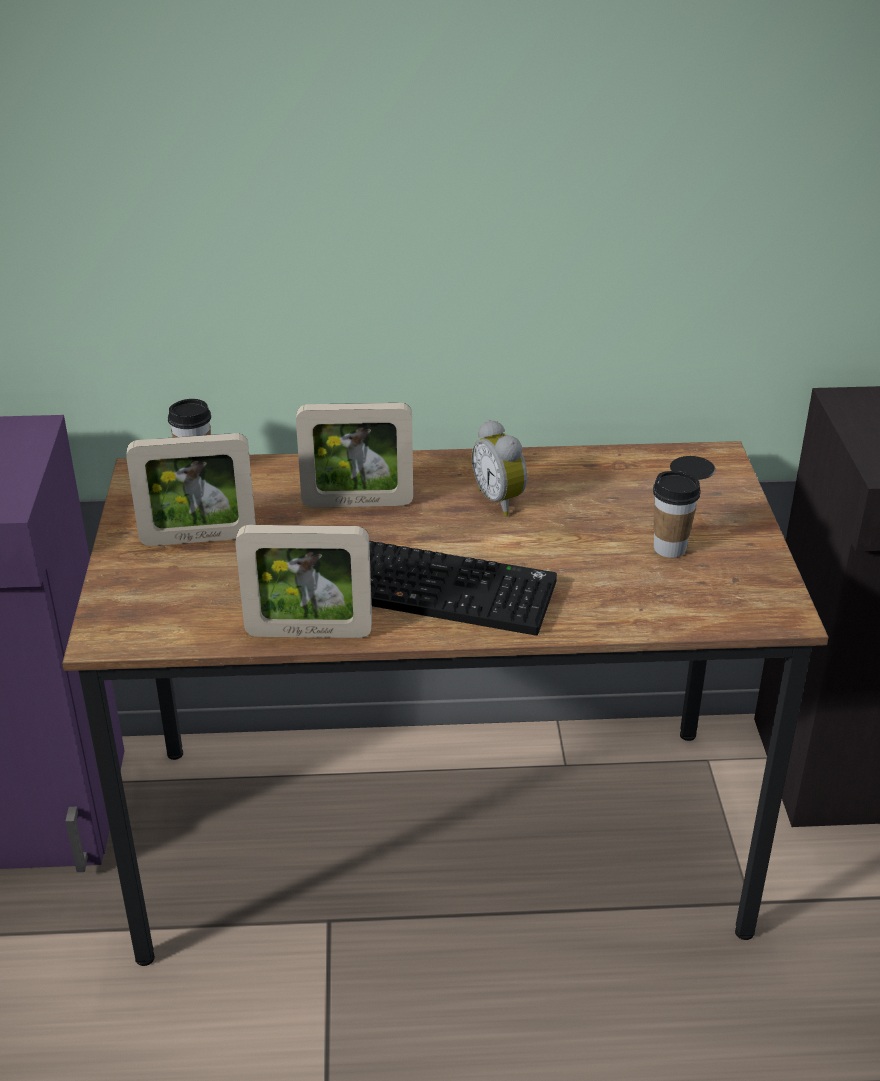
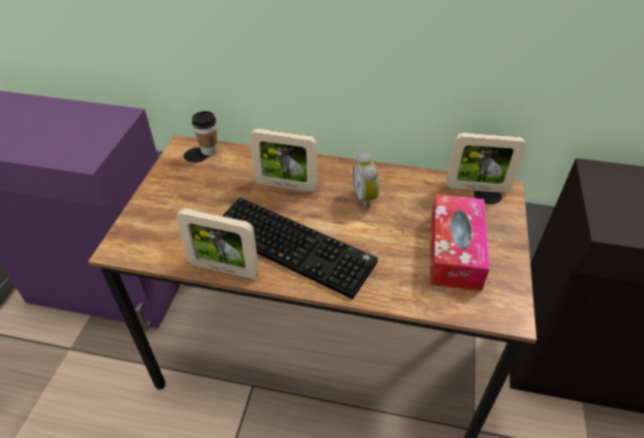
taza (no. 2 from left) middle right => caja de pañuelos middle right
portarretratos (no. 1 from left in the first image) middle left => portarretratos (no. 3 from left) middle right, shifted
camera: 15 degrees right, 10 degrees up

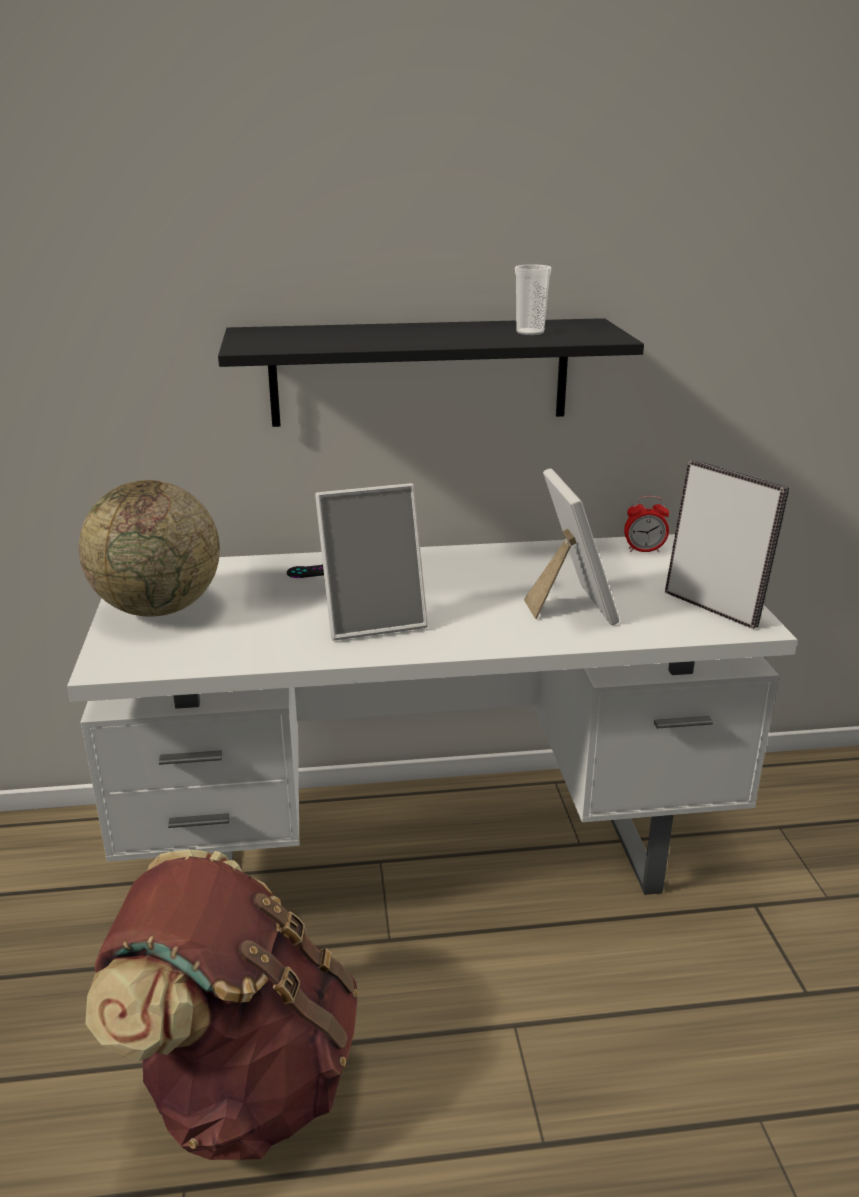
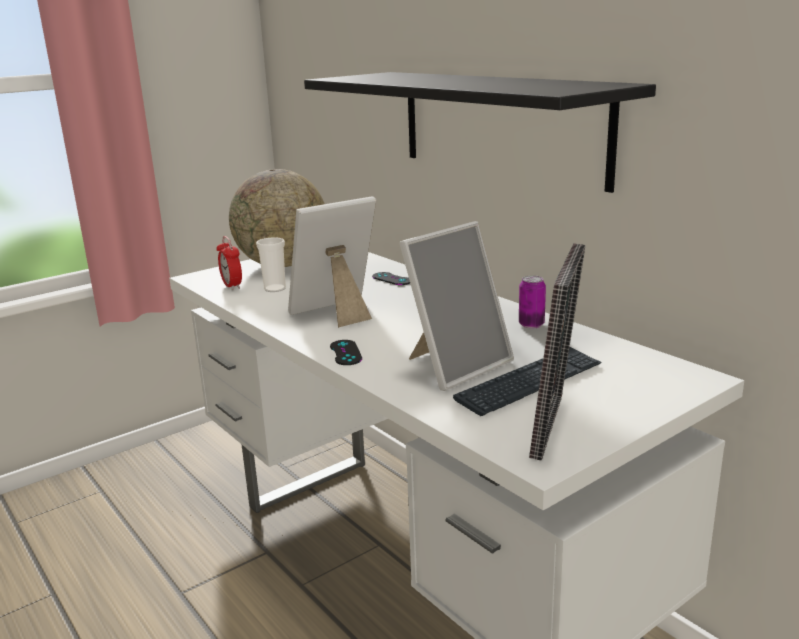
despertador middle right => despertador middle left, shifted
taza top centre => taza centre, shifted
portarretratos (no. 1 from left) centre, 105 degrees clockwise
nothing => mando de consola [negro] (no. 1 from left) centre
nothing => teclado centre
nothing => lata centre
mochila [marrón] bottom left => nothing
camera: 60 degrees right, 5 degrees down

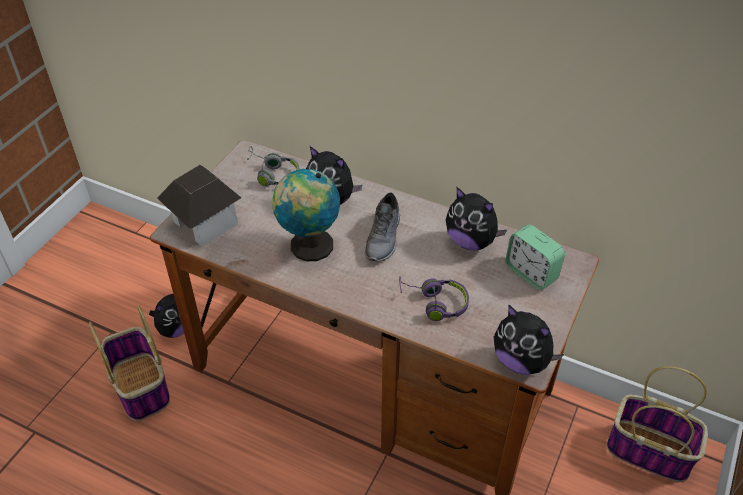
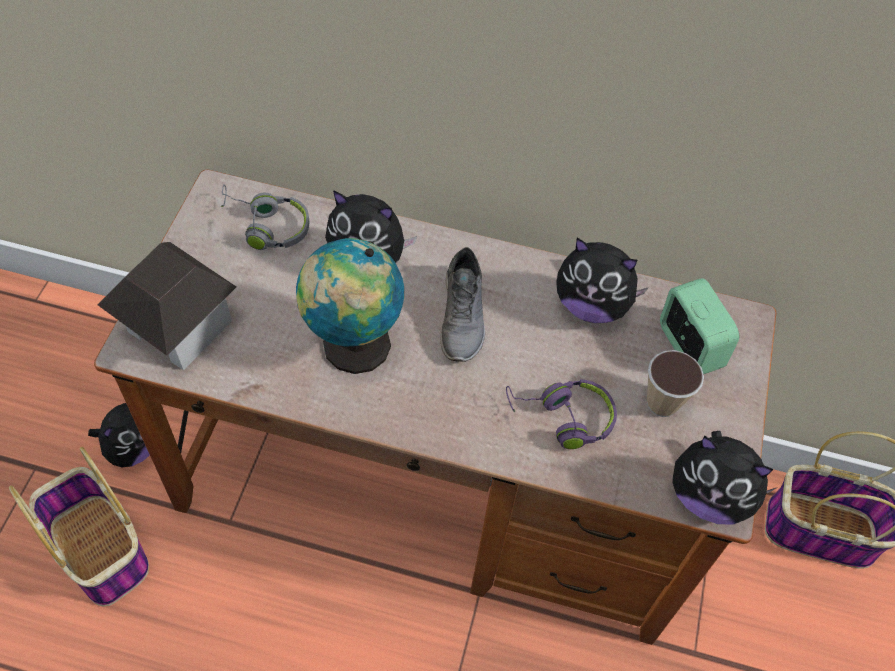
nothing => taza middle right
despertador middle right, 150 degrees counterclockwise
camera: 15 degrees left, 10 degrees up

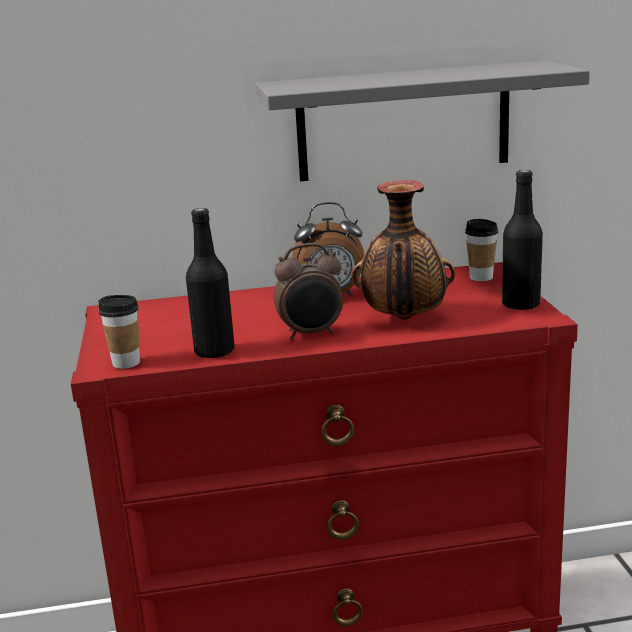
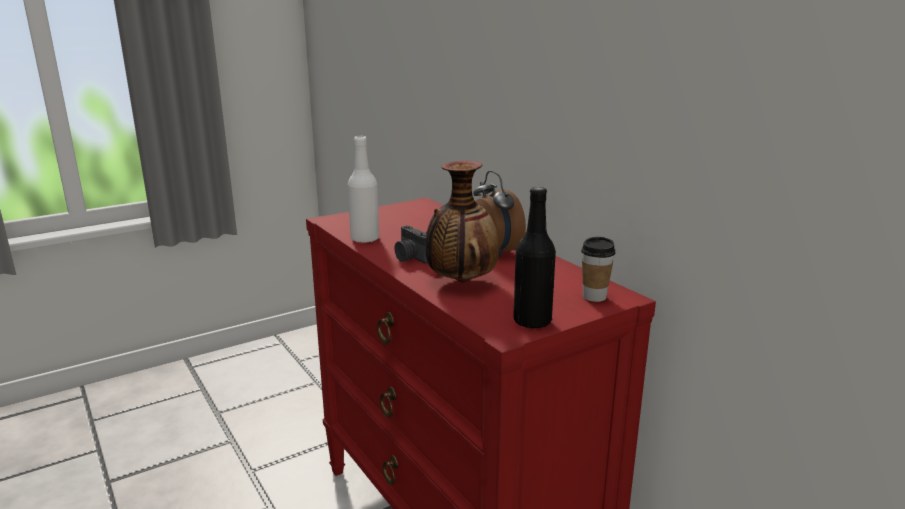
botella [negro] (no. 1 from left) middle left => botella [blanco] centre
despertador (no. 1 from left) centre => cámara centre
taza (no. 1 from left) middle left => nothing
estante [gris] top right => nothing
camera: 65 degrees right, 0 degrees up

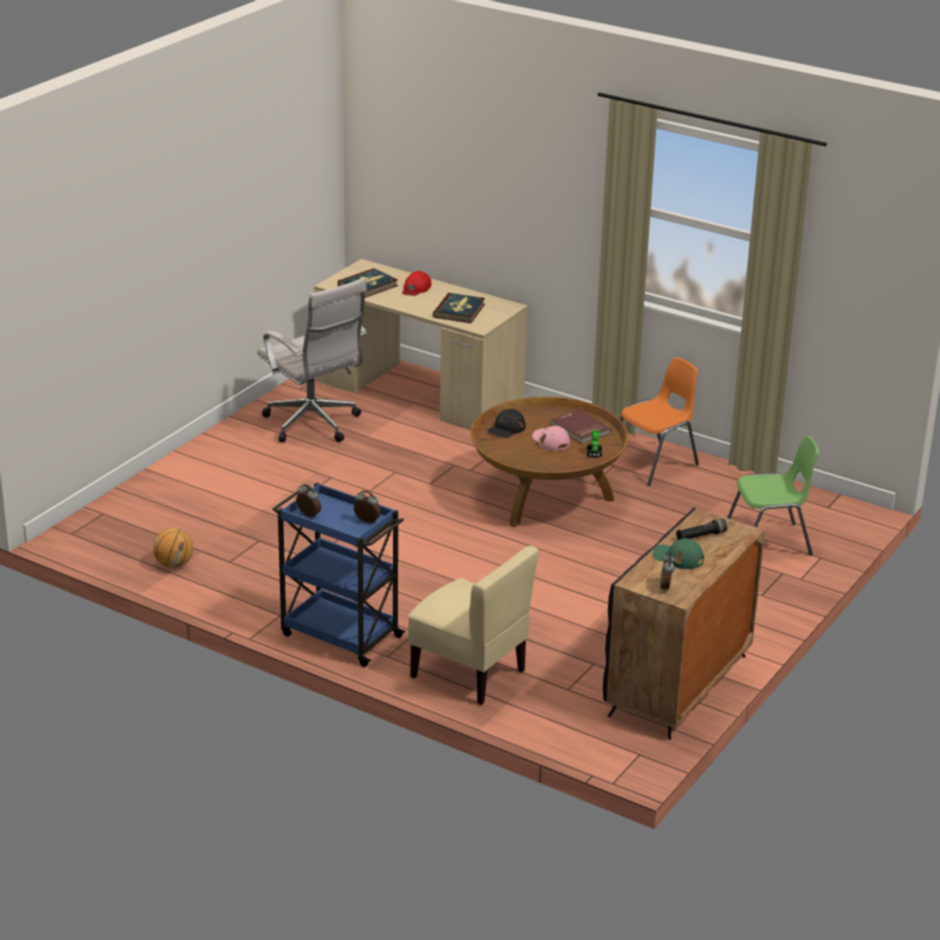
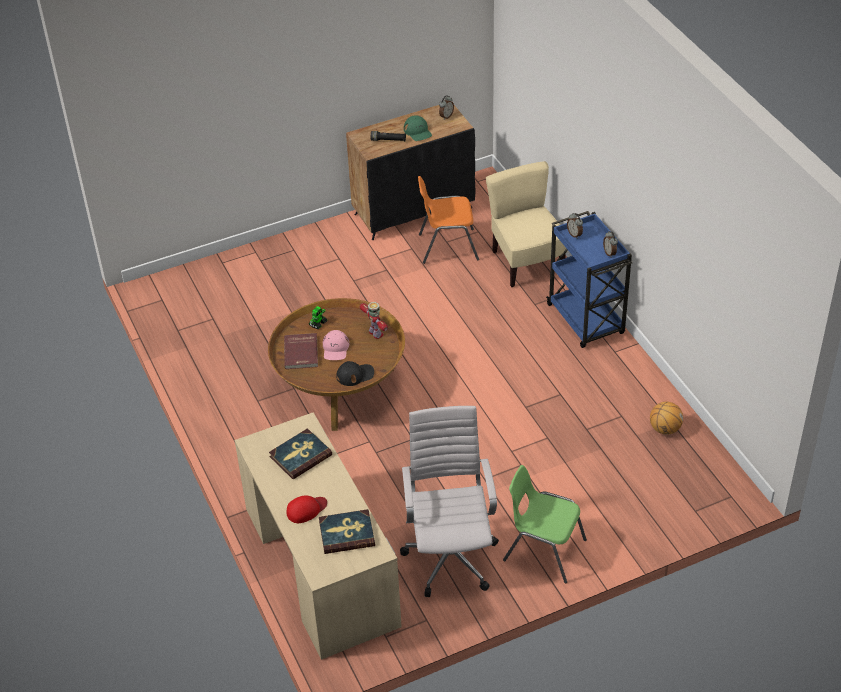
nothing => robot de juguete (no. 2 from left) centre
silla [naranja] middle right => silla [naranja] top centre, shifted
silla [verde] middle right => silla [verde] bottom centre, shifted
camera: 145 degrees left, 15 degrees up

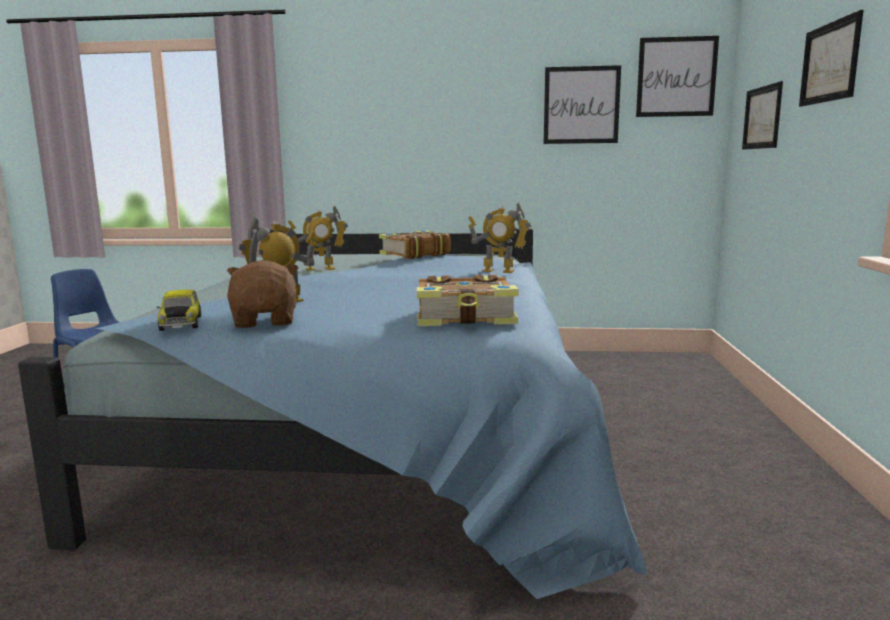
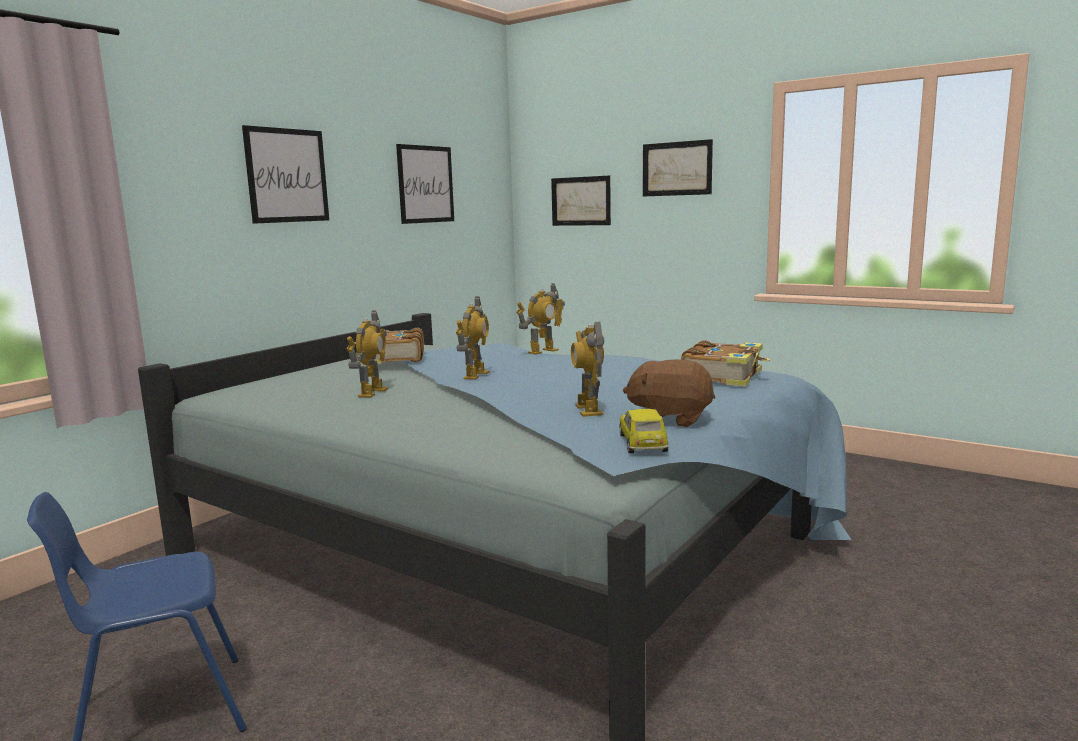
cuadro (no. 2 from left in the first image) top right => cuadro (no. 1 from left) top left, shifted
nothing => robot de juguete (no. 2 from left) centre
coche de juguete middle left => coche de juguete centre, 105 degrees counterclockwise
camera: 60 degrees left, 0 degrees up

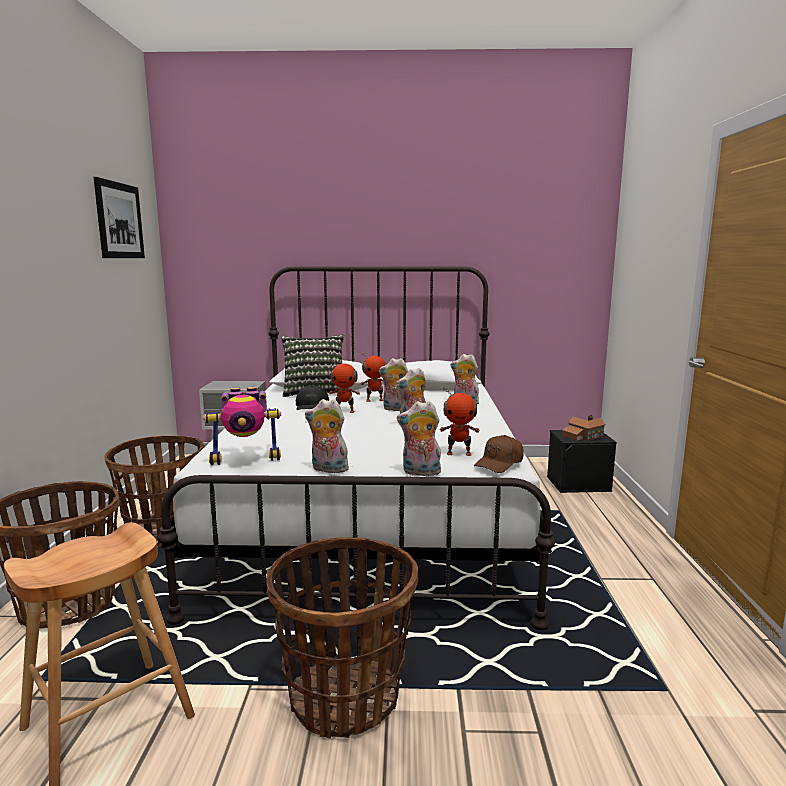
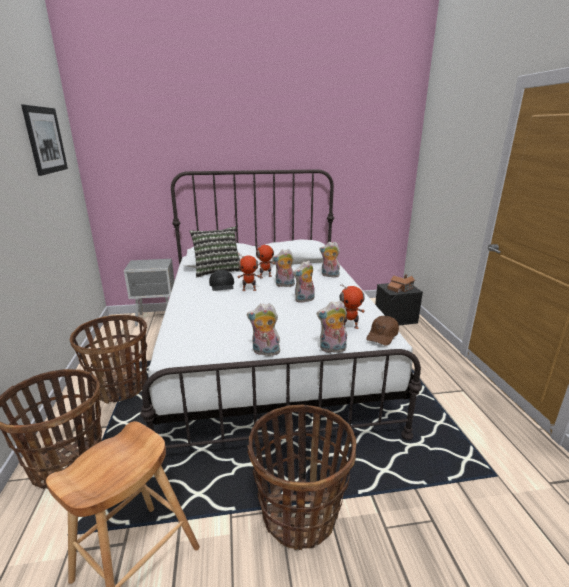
robot de juguete (no. 1 from left) middle left => nothing
camera: 10 degrees left, 10 degrees up

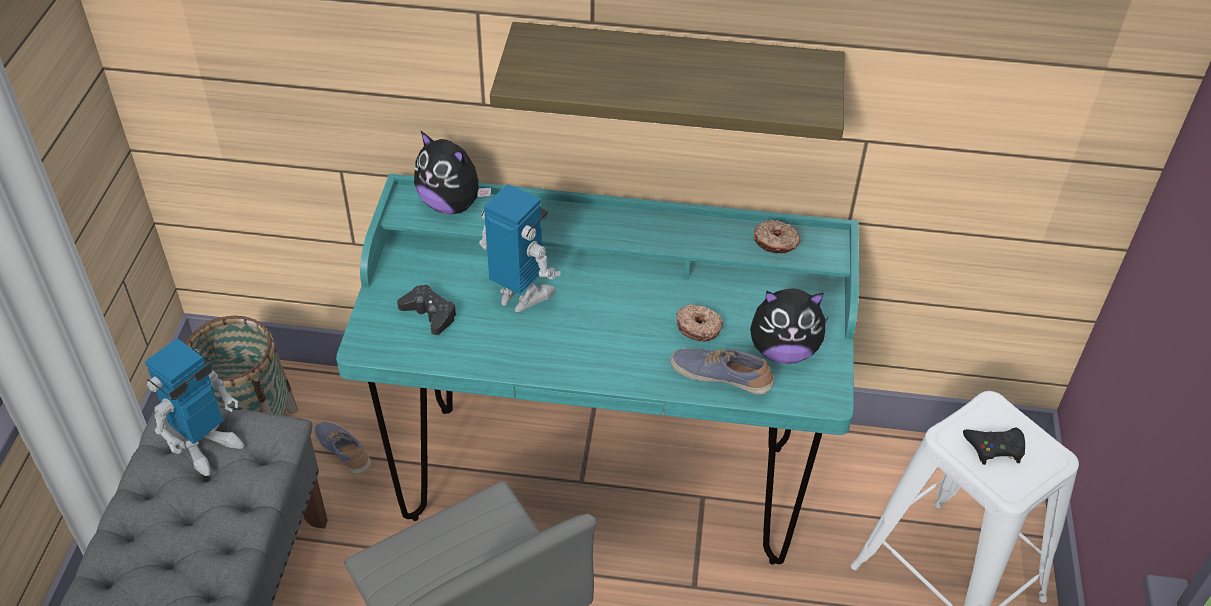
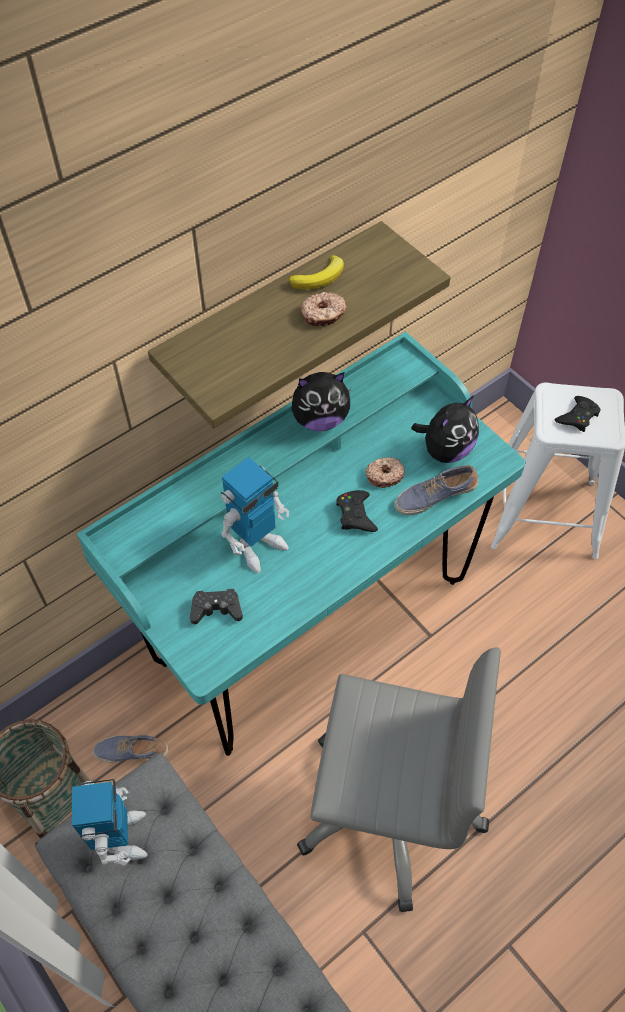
robot de juguete (no. 2 from left) centre, 150 degrees clockwise
nothing => plátano top centre
peluche (no. 1 from left) top centre => peluche (no. 1 from left) centre, shifted
rosquilla (no. 2 from left in the first image) centre => rosquilla (no. 1 from left) top centre, shifted
nothing => mando de consola [negro] (no. 2 from left) centre
camera: 45 degrees left, 10 degrees up

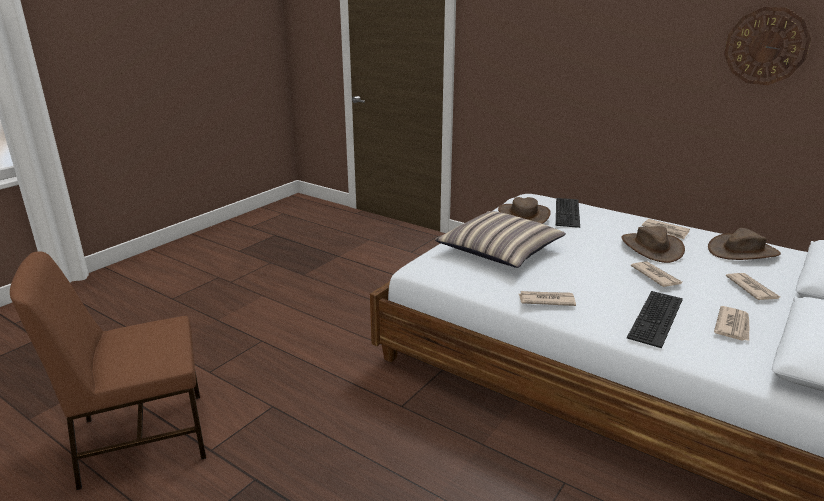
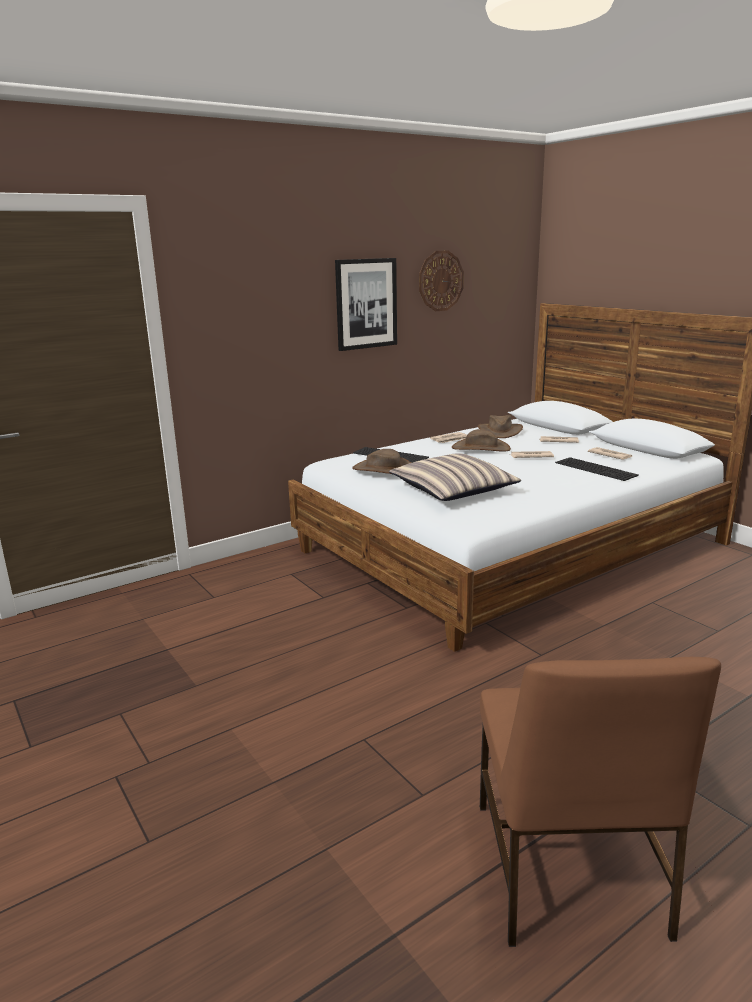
nothing => cuadro top centre
periódico (no. 1 from left) centre => nothing
camera: 70 degrees left, 5 degrees down

